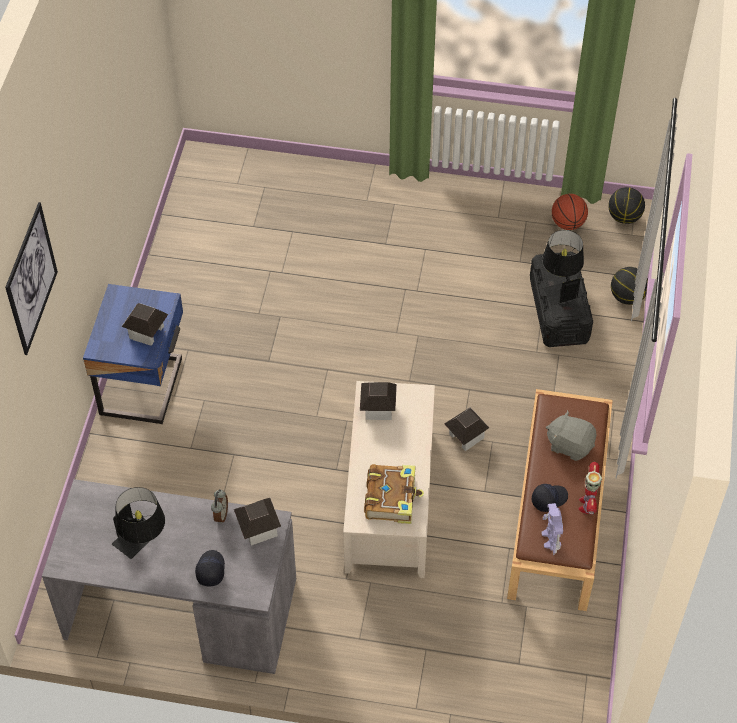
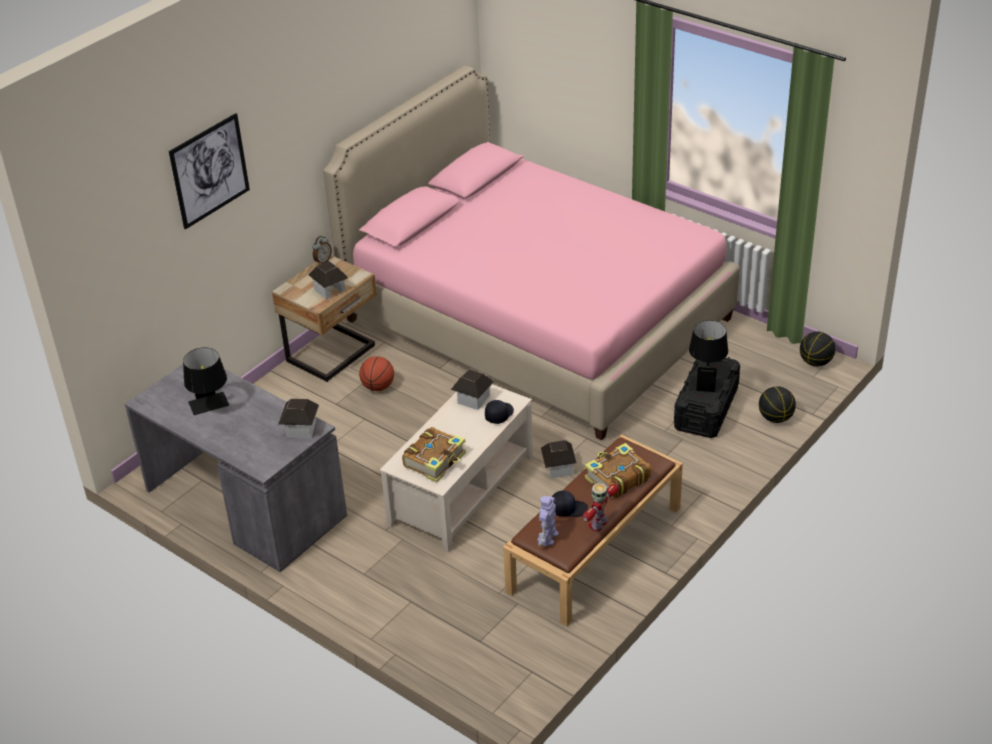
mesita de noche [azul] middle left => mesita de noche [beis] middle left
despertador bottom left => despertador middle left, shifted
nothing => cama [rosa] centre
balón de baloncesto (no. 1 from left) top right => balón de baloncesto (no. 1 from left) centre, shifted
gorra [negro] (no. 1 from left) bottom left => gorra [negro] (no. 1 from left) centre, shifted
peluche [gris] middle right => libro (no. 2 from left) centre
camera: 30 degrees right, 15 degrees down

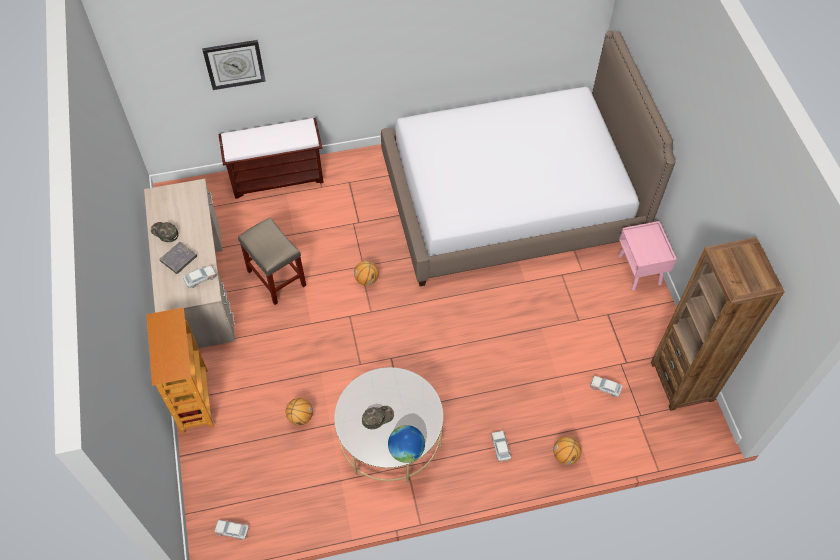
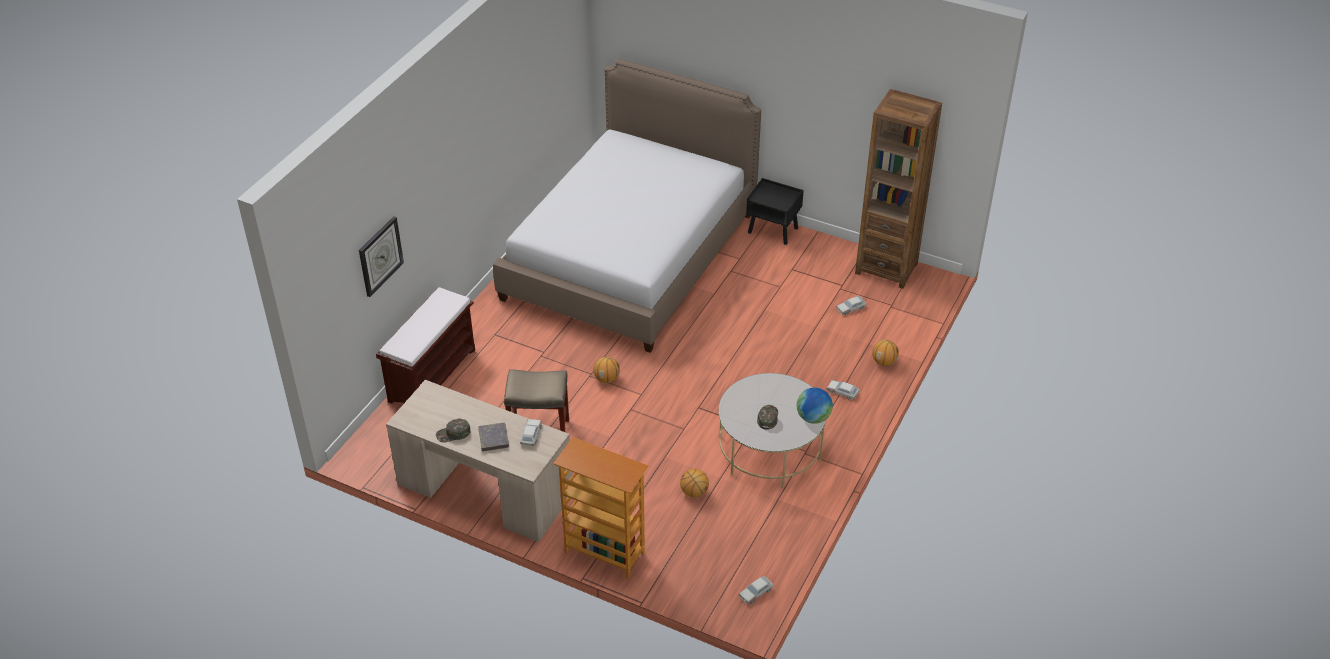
mesita de noche [rosa] middle right => mesita de noche [negro] top centre
camera: 50 degrees left, 15 degrees down

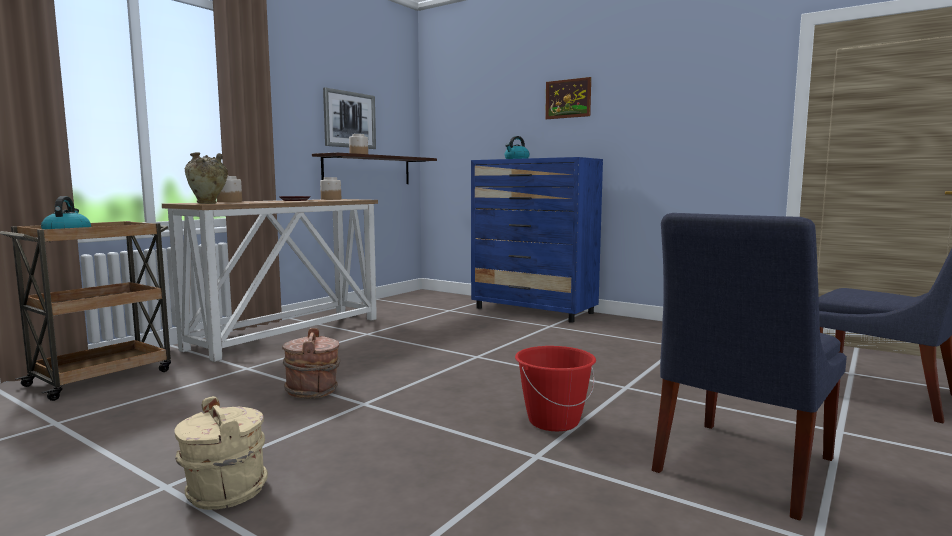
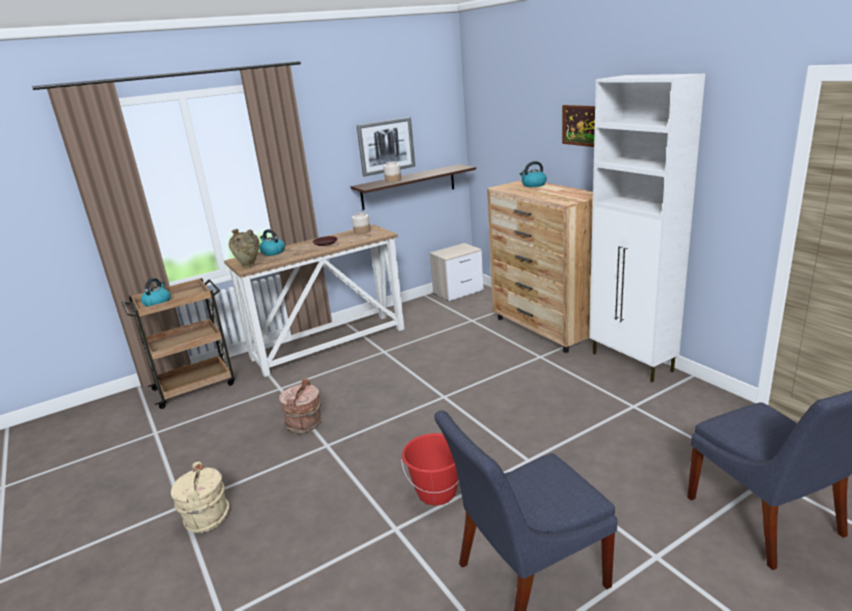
tarro (no. 1 from left) middle left => hervidor (no. 2 from left) middle left
nothing => mesita de noche centre
cómoda [azul] centre => cómoda [marrón] centre
nothing => armario [blanco] middle right
camera: 25 degrees right, 15 degrees up

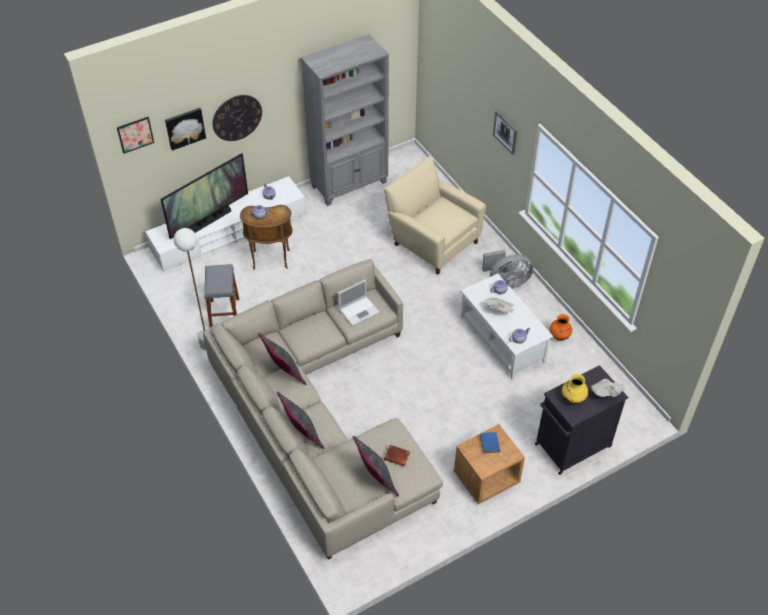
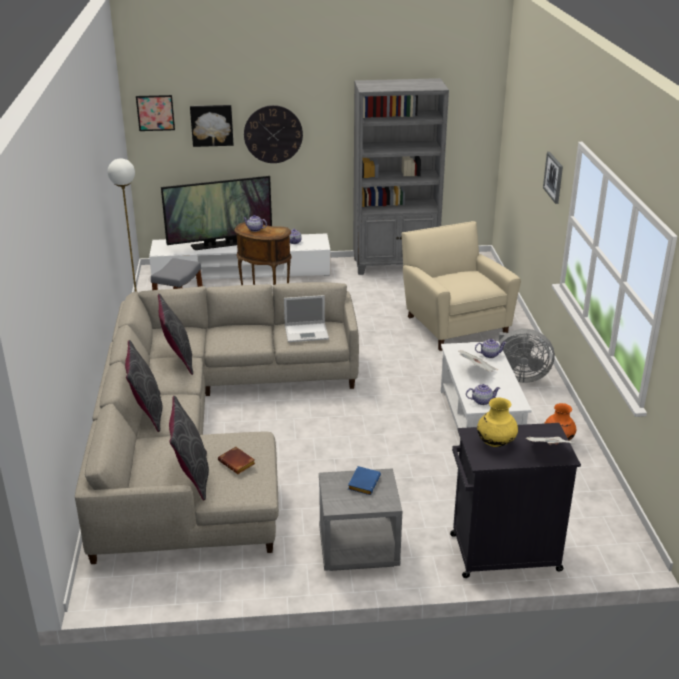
mesita de noche [marrón] bottom centre => mesita de noche [gris] bottom centre
camera: 25 degrees right, 20 degrees down

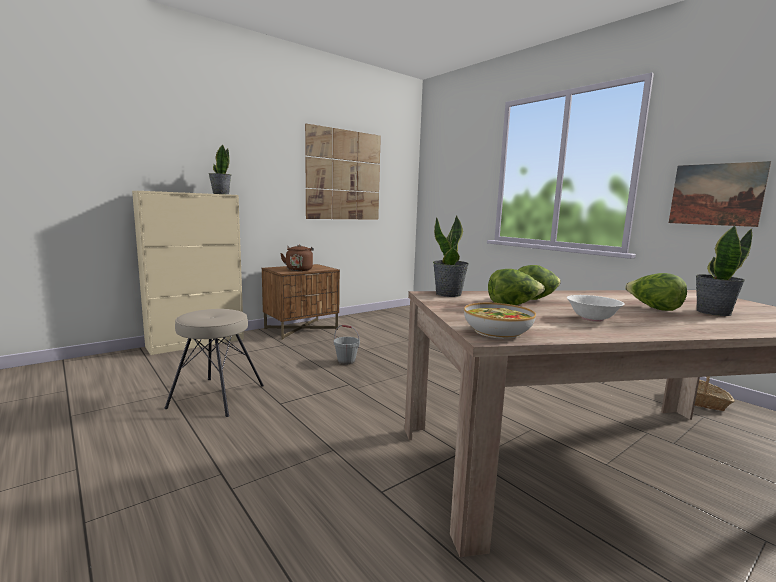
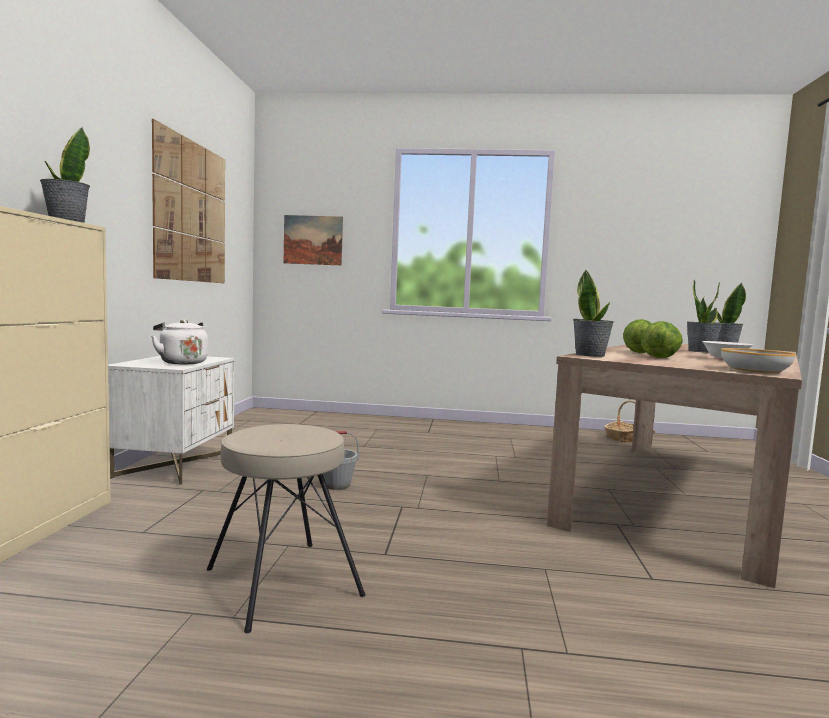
mesita de noche [marrón] centre => mesita de noche [blanco] middle left
hervidor [marrón] centre => hervidor [blanco] middle left
cuadro (no. 2 from left) middle right => cuadro (no. 2 from left) centre, shifted
lechuga (no. 3 from left) middle right => planta en maceta (no. 3 from left) middle right
camera: 45 degrees left, 5 degrees down

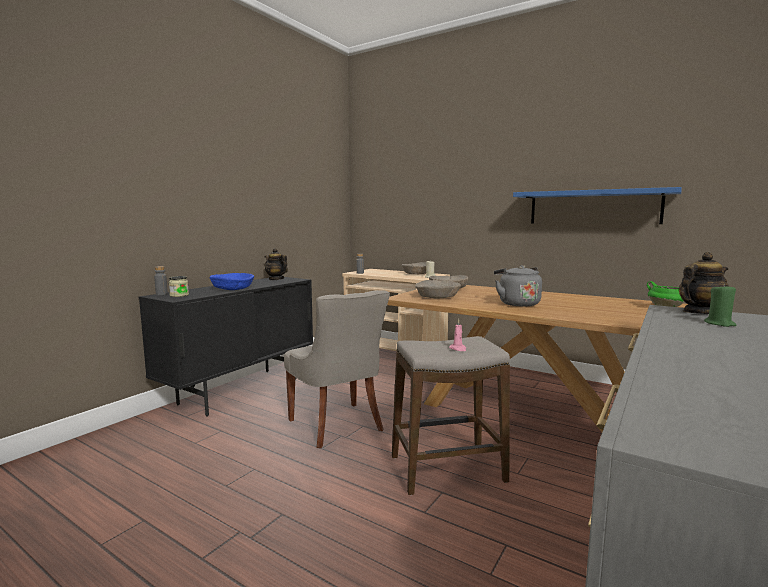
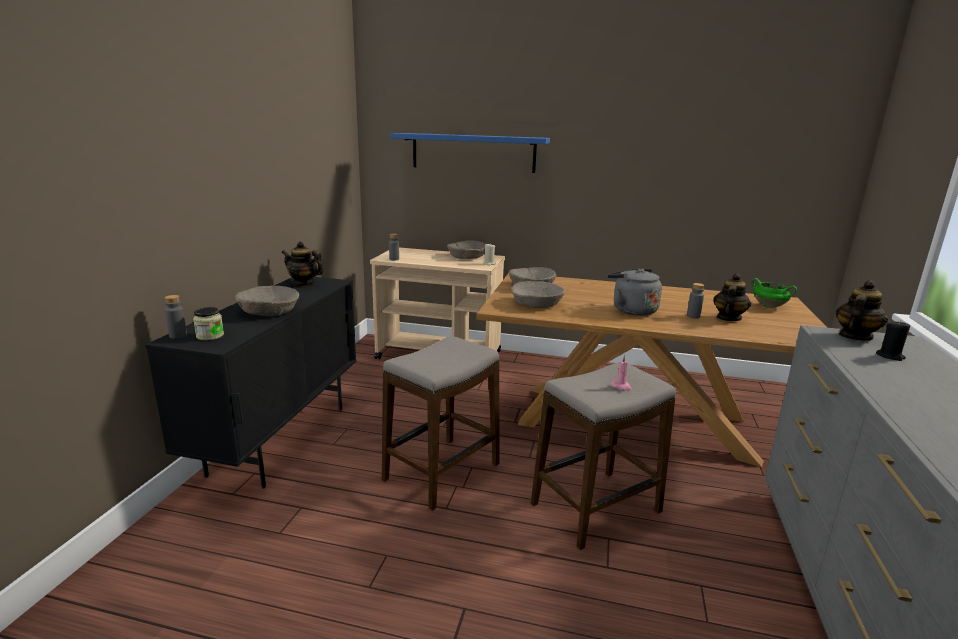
cuenco [azul] middle left => cuenco [beis] (no. 1 from left) middle left
silla [gris] centre => taburete (no. 1 from left) centre
estante [azul] middle right => estante [azul] top centre, shifted
nothing => botella [gris] (no. 3 from left) middle right
nothing => tetera (no. 2 from left) middle right
vela [verde] middle right => vela [negro] middle right
camera: 20 degrees left, 10 degrees up

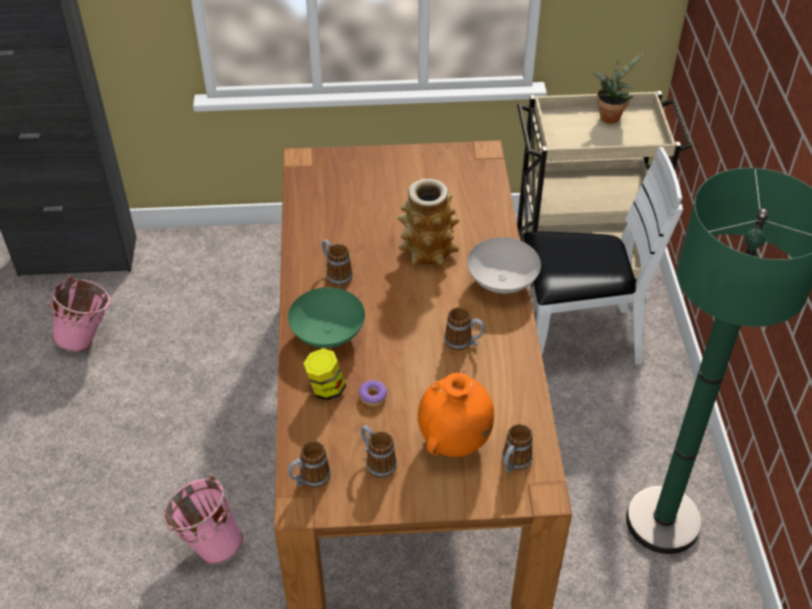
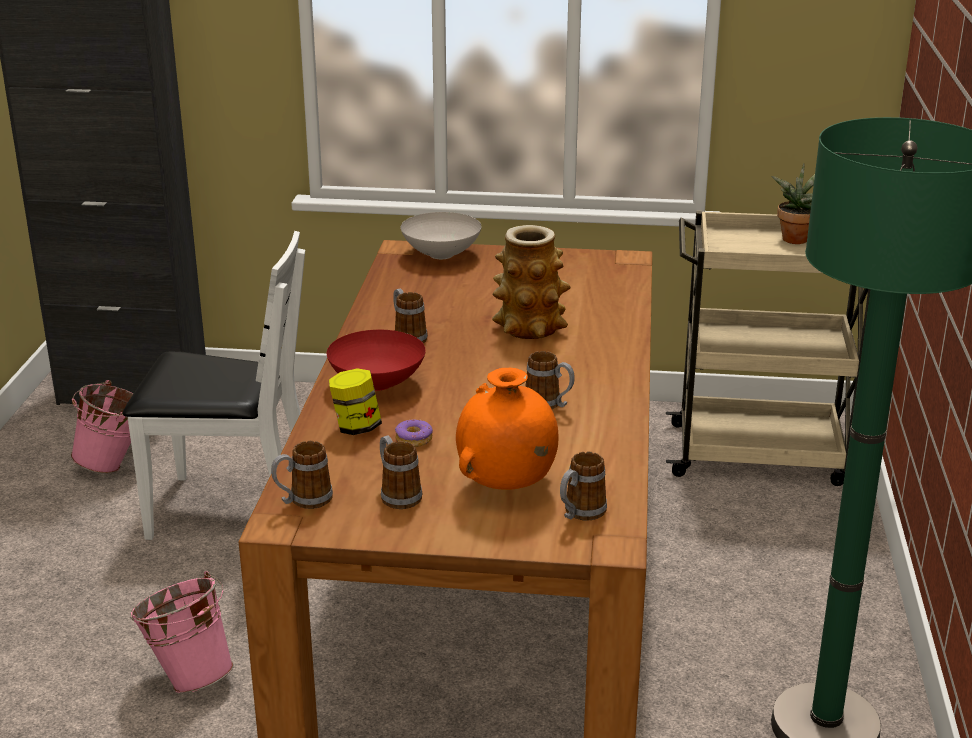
silla [blanco] middle right => silla [blanco] middle left, shifted
cuenco [verde] centre => cuenco [rojo] centre
cuenco [blanco] centre => cuenco [blanco] top centre, shifted
camera: 10 degrees right, 20 degrees down

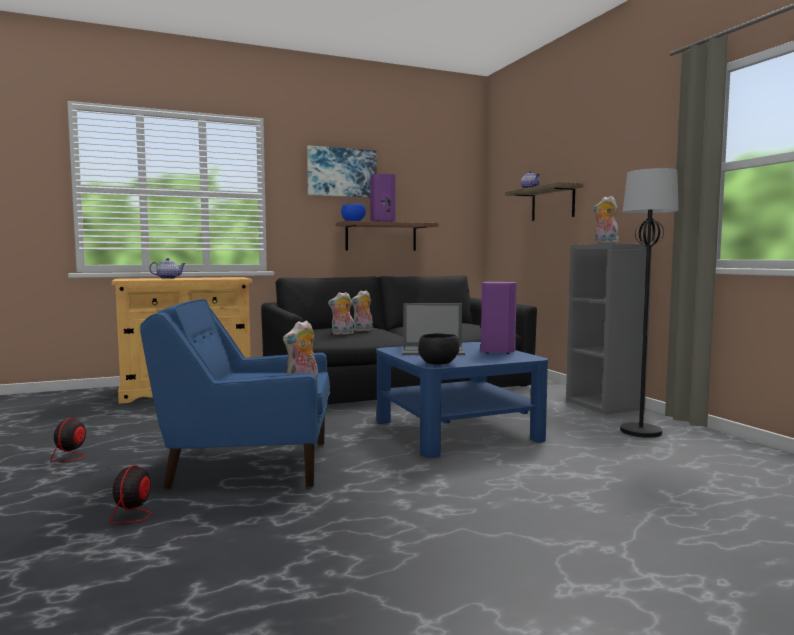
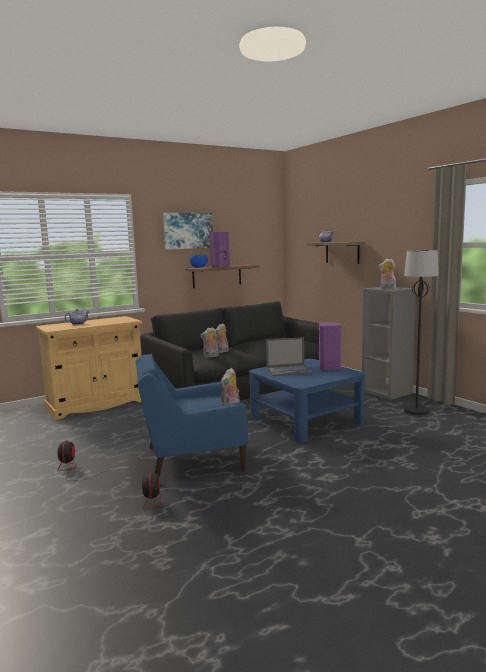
cuenco [negro] centre => nothing
camera: 10 degrees left, 5 degrees up

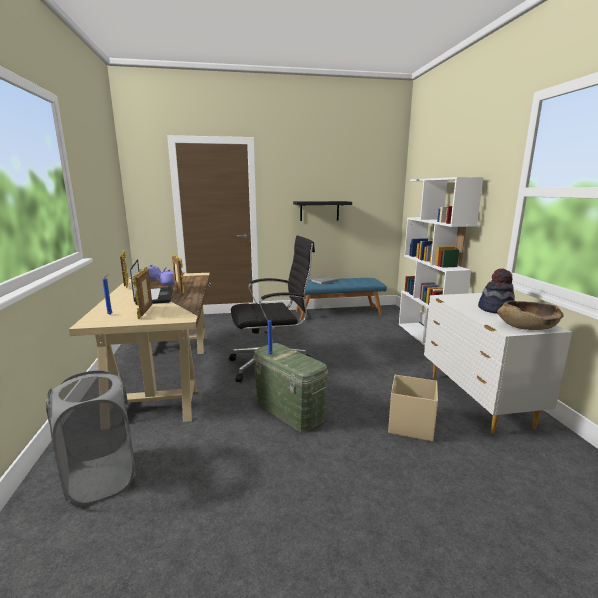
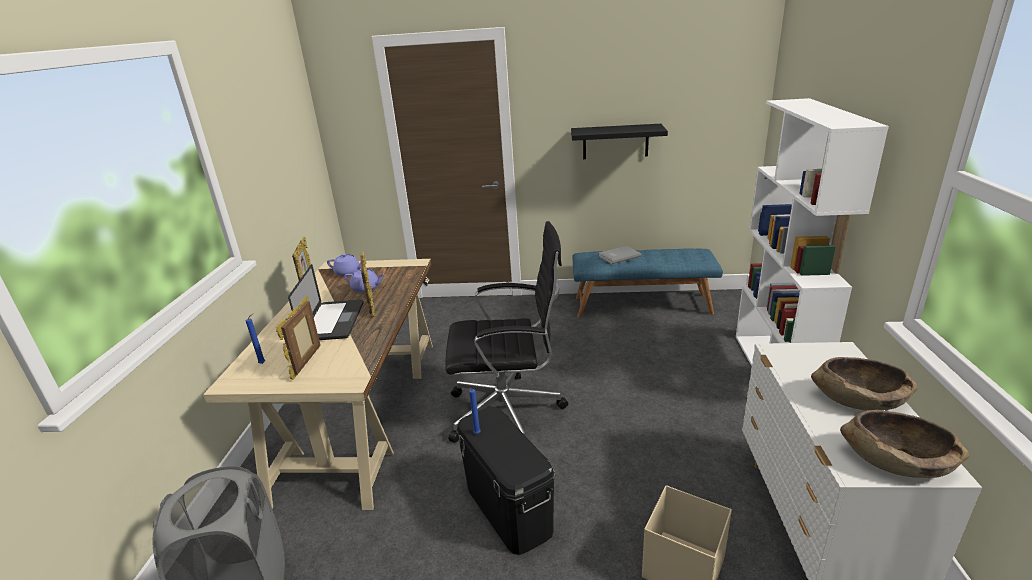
caja de almacenaje [verde] centre => caja de almacenaje [negro] bottom centre
sombrero middle right => cuenco [marrón] (no. 1 from left) middle right
camera: 15 degrees right, 10 degrees up

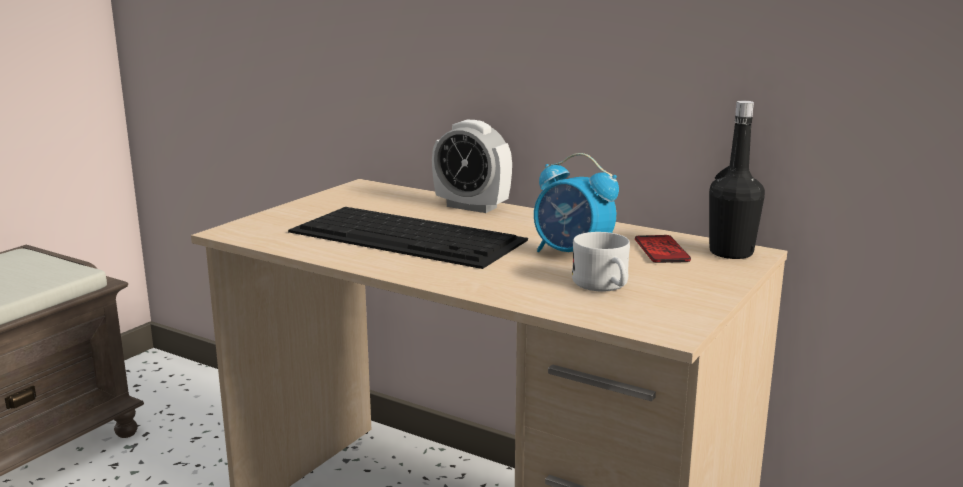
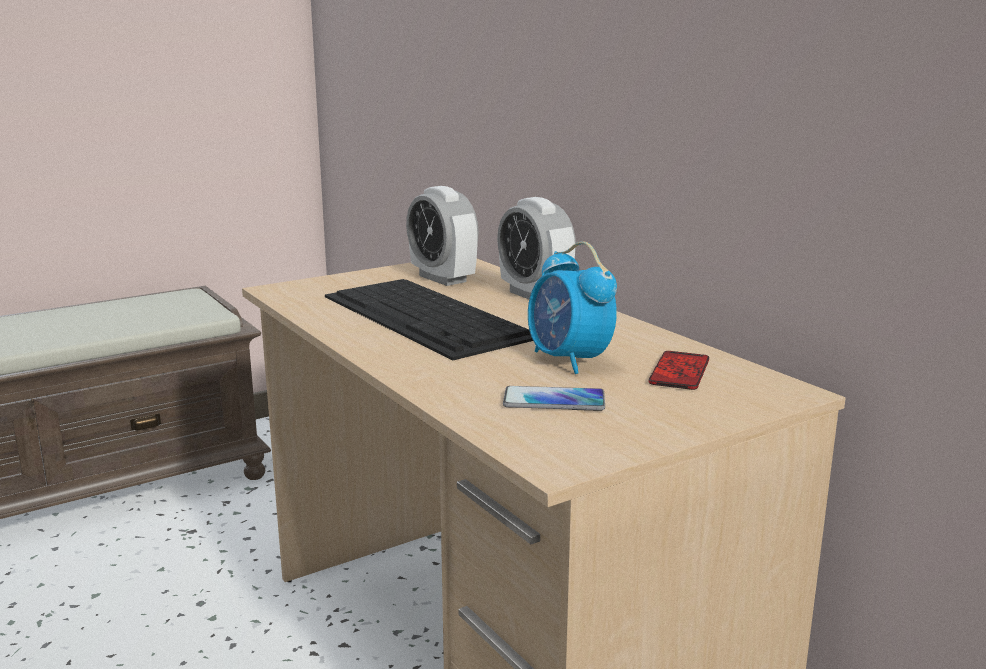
nothing => despertador (no. 1 from left) centre
taza grande [blanco] centre => móvil (no. 1 from left) centre
botella [negro] middle right => nothing
camera: 25 degrees right, 0 degrees up

